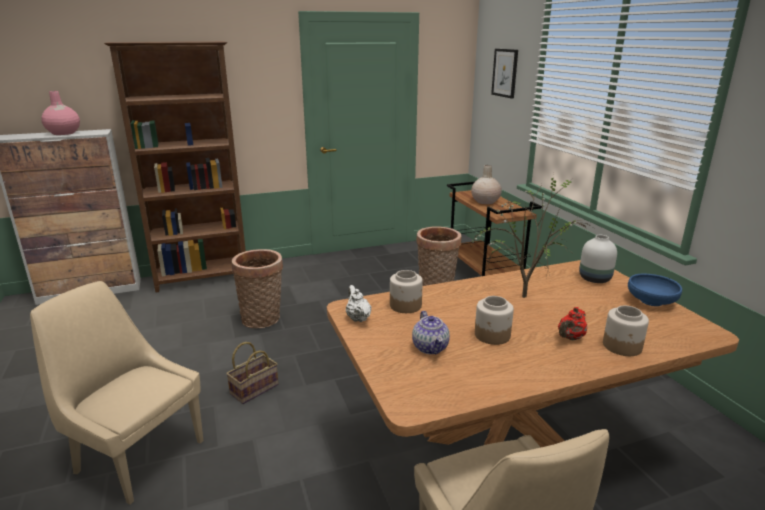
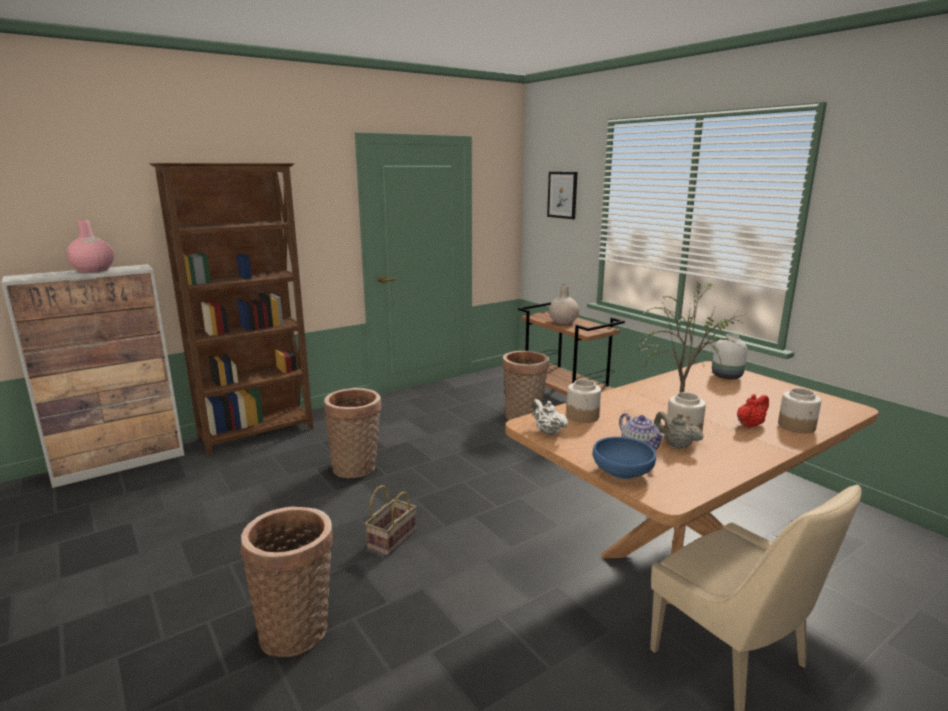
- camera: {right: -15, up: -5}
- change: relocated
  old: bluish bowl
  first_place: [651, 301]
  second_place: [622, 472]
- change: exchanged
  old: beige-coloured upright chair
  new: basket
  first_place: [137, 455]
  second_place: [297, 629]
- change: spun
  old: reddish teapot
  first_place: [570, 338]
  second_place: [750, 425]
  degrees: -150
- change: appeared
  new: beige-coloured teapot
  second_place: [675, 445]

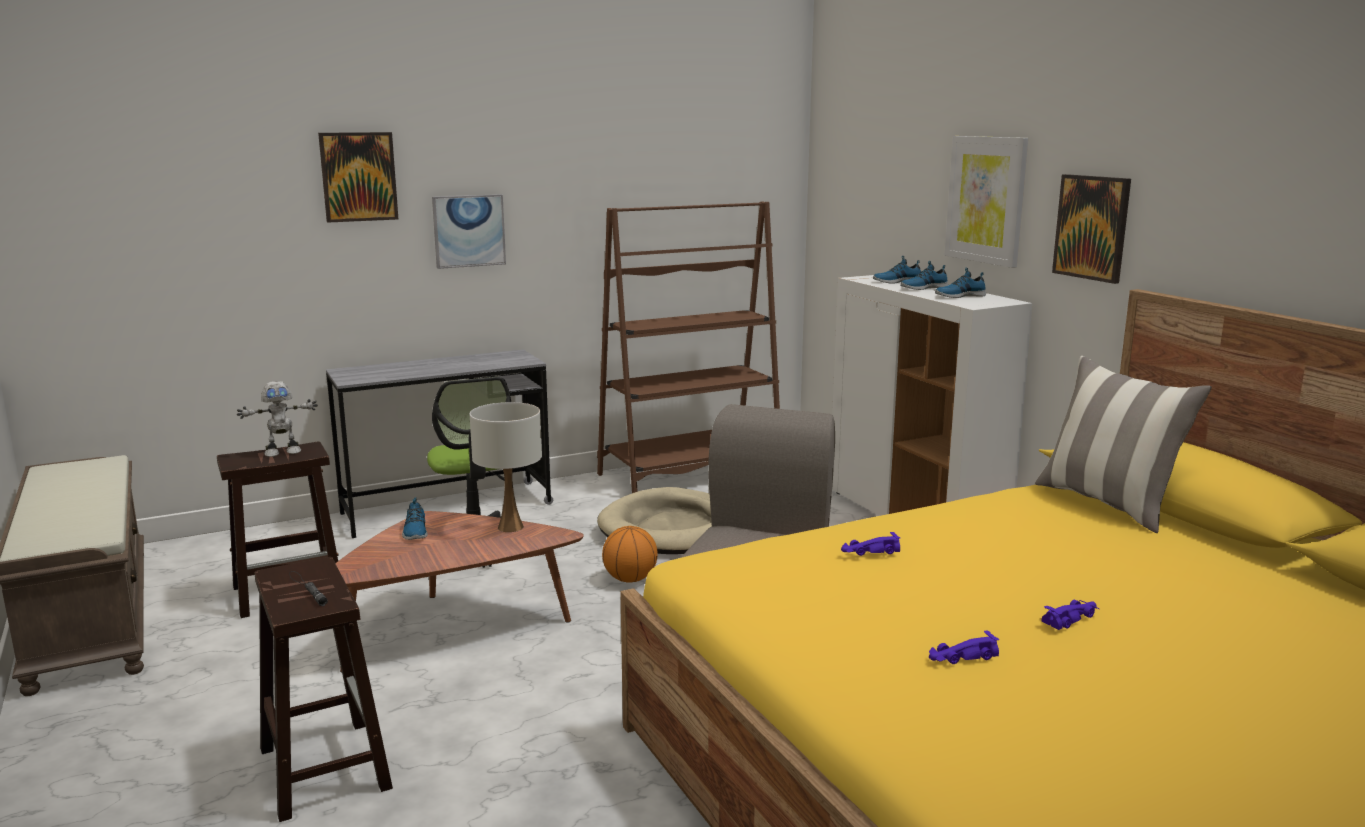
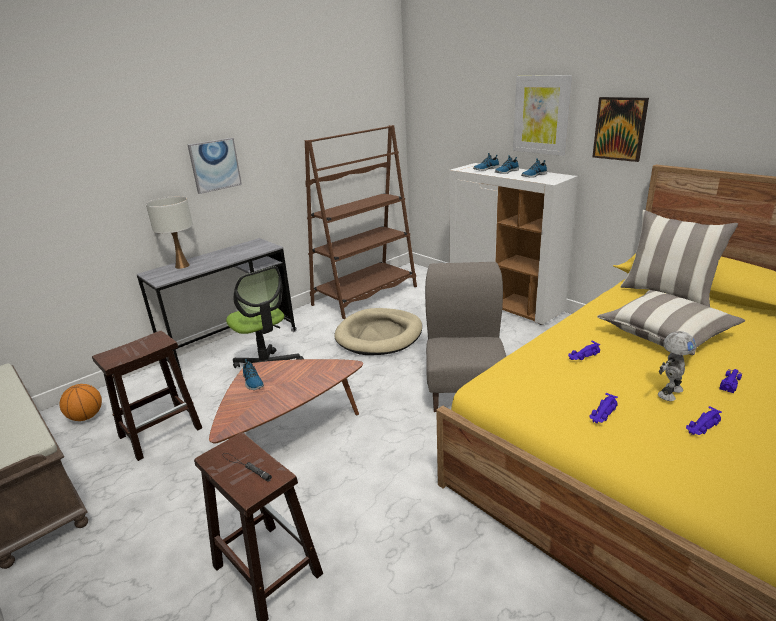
- camera: {right: -15, up: 10}
- change: missing
  old: picture
  first_place: [358, 177]
- change: relocated
  old: toy robot
  first_place: [282, 452]
  second_place: [668, 392]
- change: relocated
  old: white-coloured tabletop lamp
  first_place: [510, 527]
  second_place: [182, 266]
- change: relocated
  old: basketball ball
  first_place: [630, 579]
  second_place: [86, 417]
- change: appeared
  new: cushion
  second_place: [665, 335]
- change: appeared
  new: purple miniature car
  second_place: [602, 414]

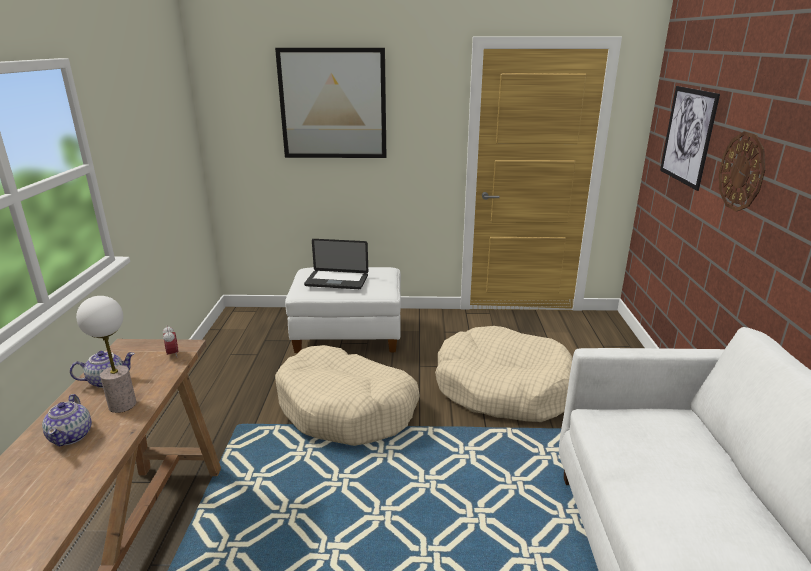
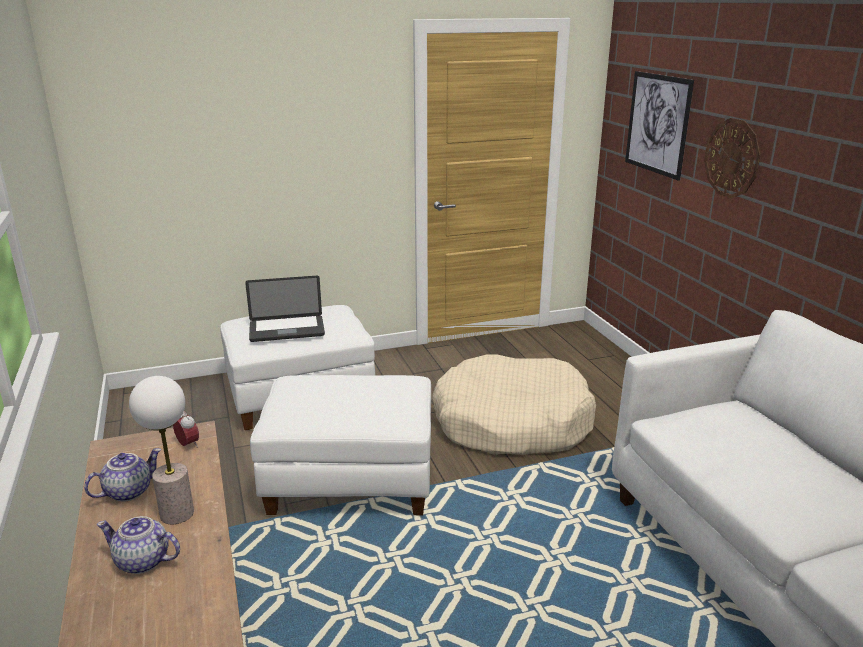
- camera: {right: -20, up: 0}
- change: missing
  old: picture
  first_place: [333, 104]
- change: exchanged
  old: beige-coloured dog cushion
  new: white-coloured footrest
  first_place: [347, 409]
  second_place: [350, 481]
- change: spun
  old: teapot
  first_place: [72, 436]
  second_place: [143, 561]
  degrees: 135

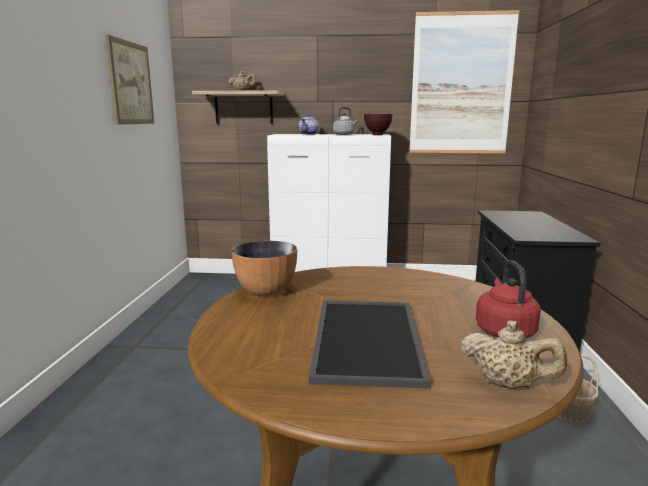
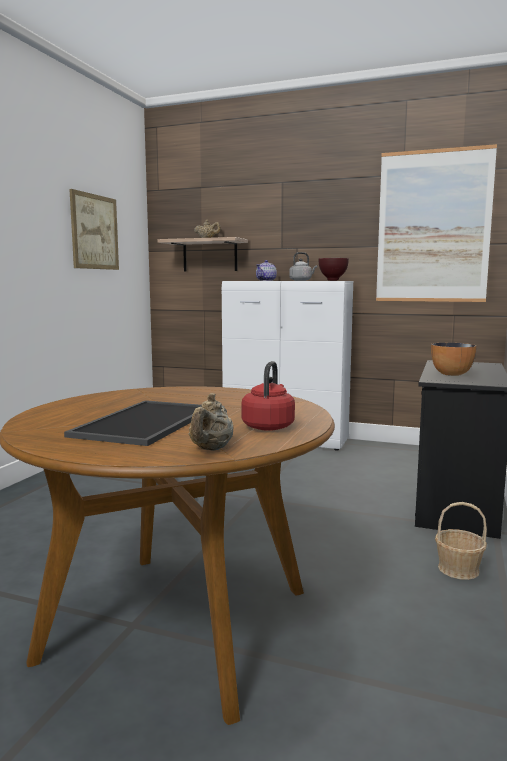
- camera: {right: 15, up: -5}
- change: relocated
  old: bowl
  first_place: [265, 291]
  second_place: [451, 374]
- change: spun
  old: beige-coloured teapot
  first_place: [508, 384]
  second_place: [210, 449]
  degrees: 60

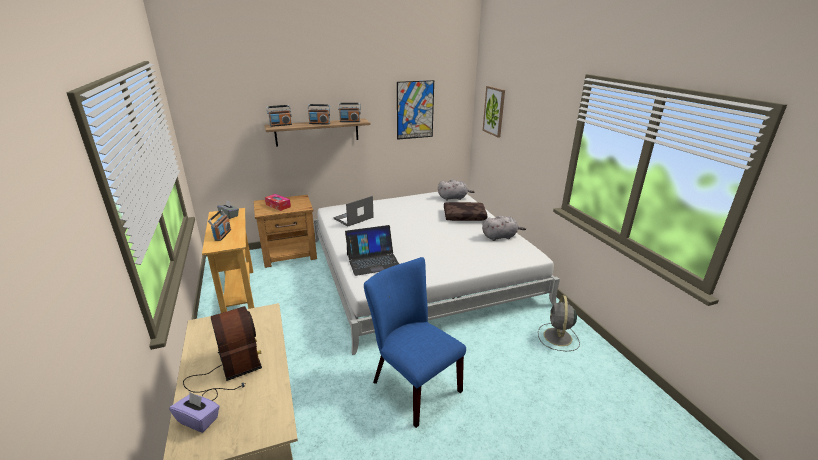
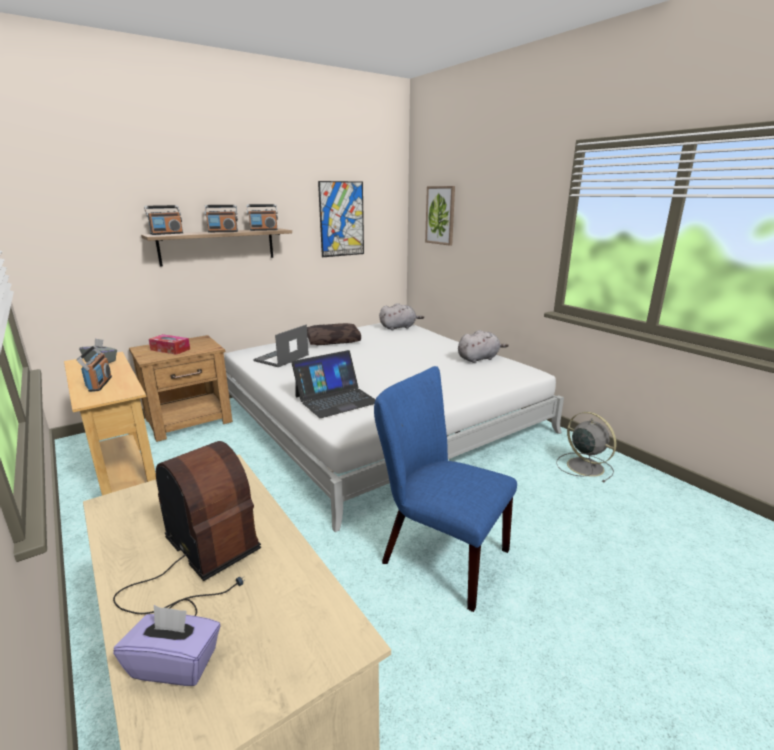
- camera: {right: -15, up: -5}
- change: relocated
  old: brown cushion
  first_place: [464, 216]
  second_place: [333, 340]
- change: spun
  old: gray fan
  first_place: [557, 337]
  second_place: [583, 466]
  degrees: 150

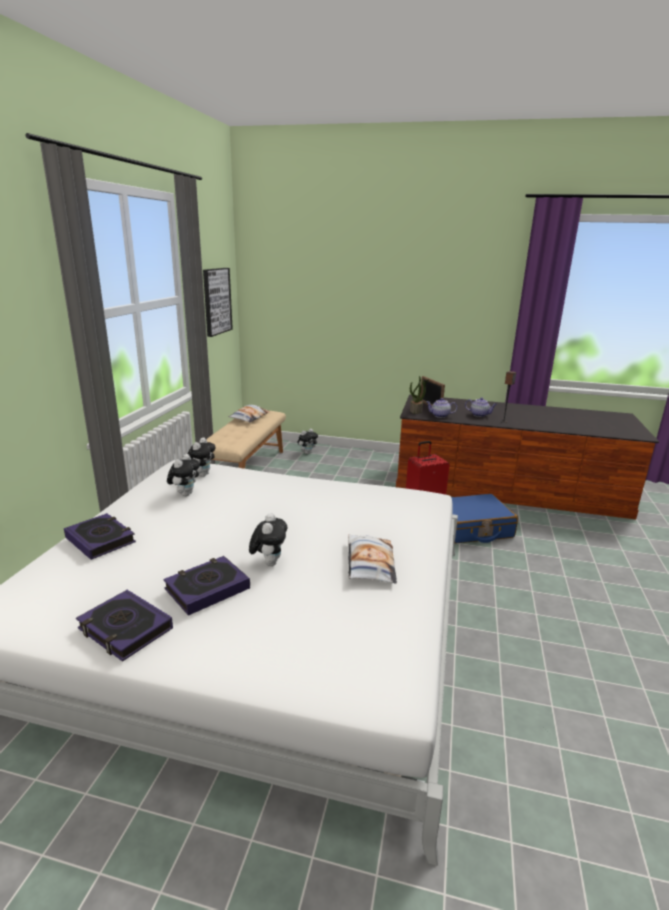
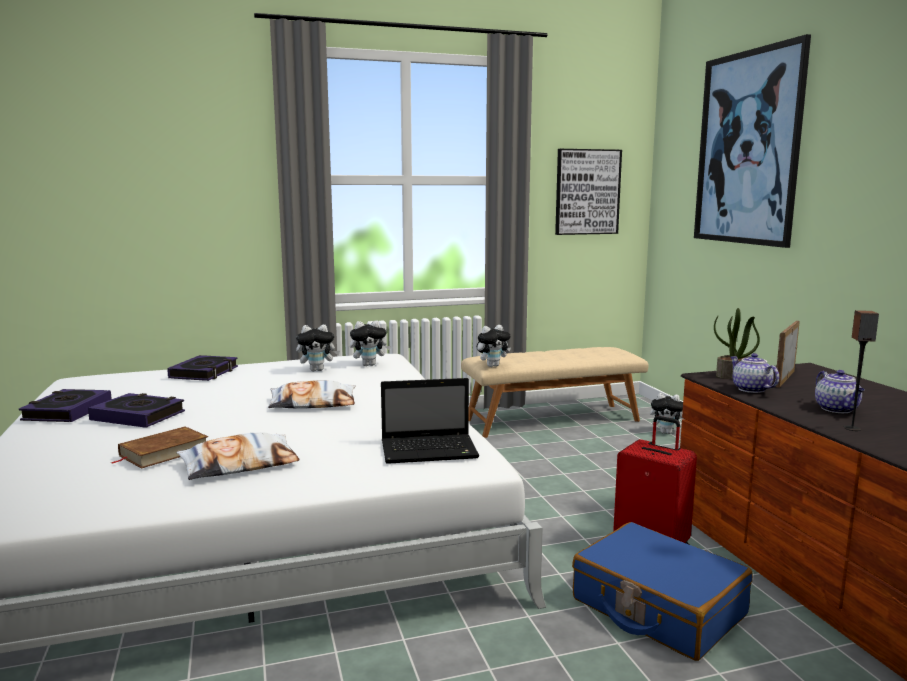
- camera: {right: 60, up: -10}
- change: relocated
  old: cushion
  first_place: [249, 417]
  second_place: [313, 403]
- change: relocated
  old: plush toy
  first_place: [269, 562]
  second_place: [492, 366]
- change: appeared
  new: picture
  second_place: [747, 148]
- change: appeared
  new: laptop
  second_place: [431, 450]
- change: appeared
  new: brown bound book
  second_place: [163, 452]

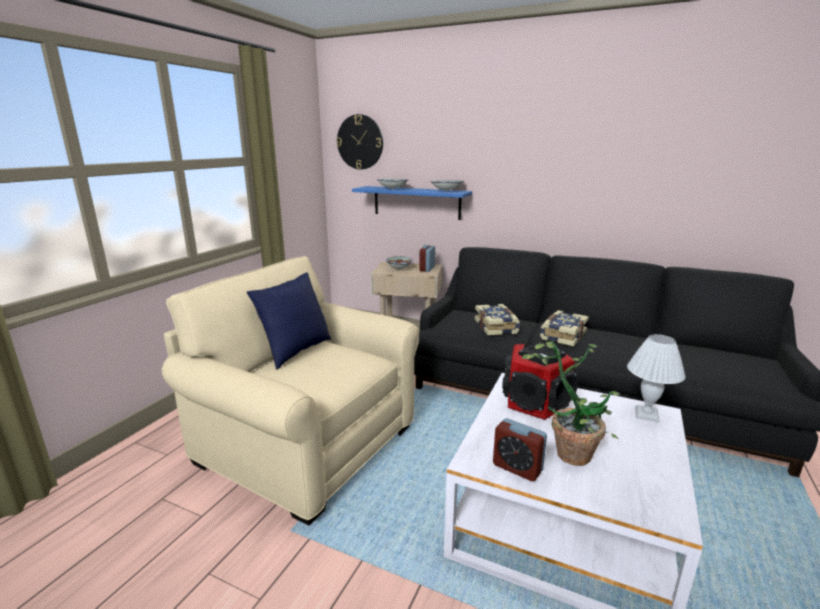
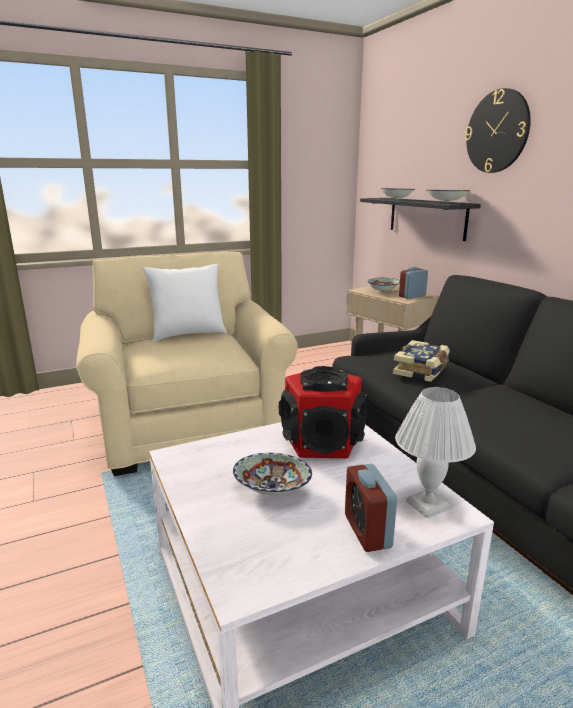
- camera: {right: 40, up: 0}
- change: relocated
  old: hanging clock
  first_place: [360, 142]
  second_place: [497, 131]
- change: colour
  old: bluish bracket shelf
  new: black bracket shelf
  first_place: [416, 202]
  second_place: [426, 217]
- change: colour
  old: bluish cushion
  new: white-coloured cushion
  first_place: [295, 351]
  second_place: [188, 334]
- change: missing
  old: bound book
  first_place: [562, 335]
- change: exchanged
  old: plant in a pot
  new: bowl
  first_place: [571, 449]
  second_place: [272, 489]
- change: relocated
  old: table clock
  first_place: [517, 468]
  second_place: [367, 531]

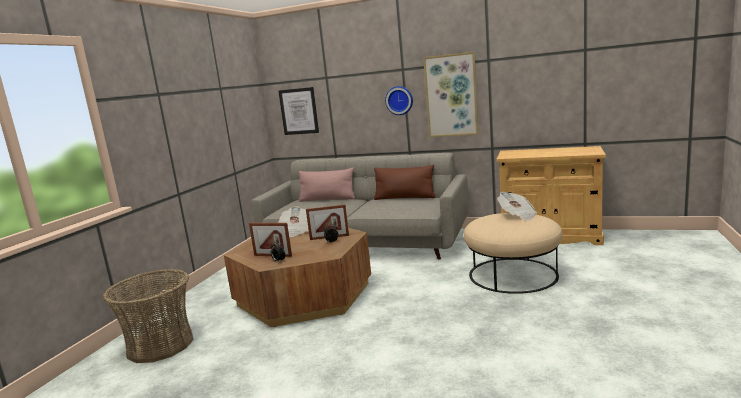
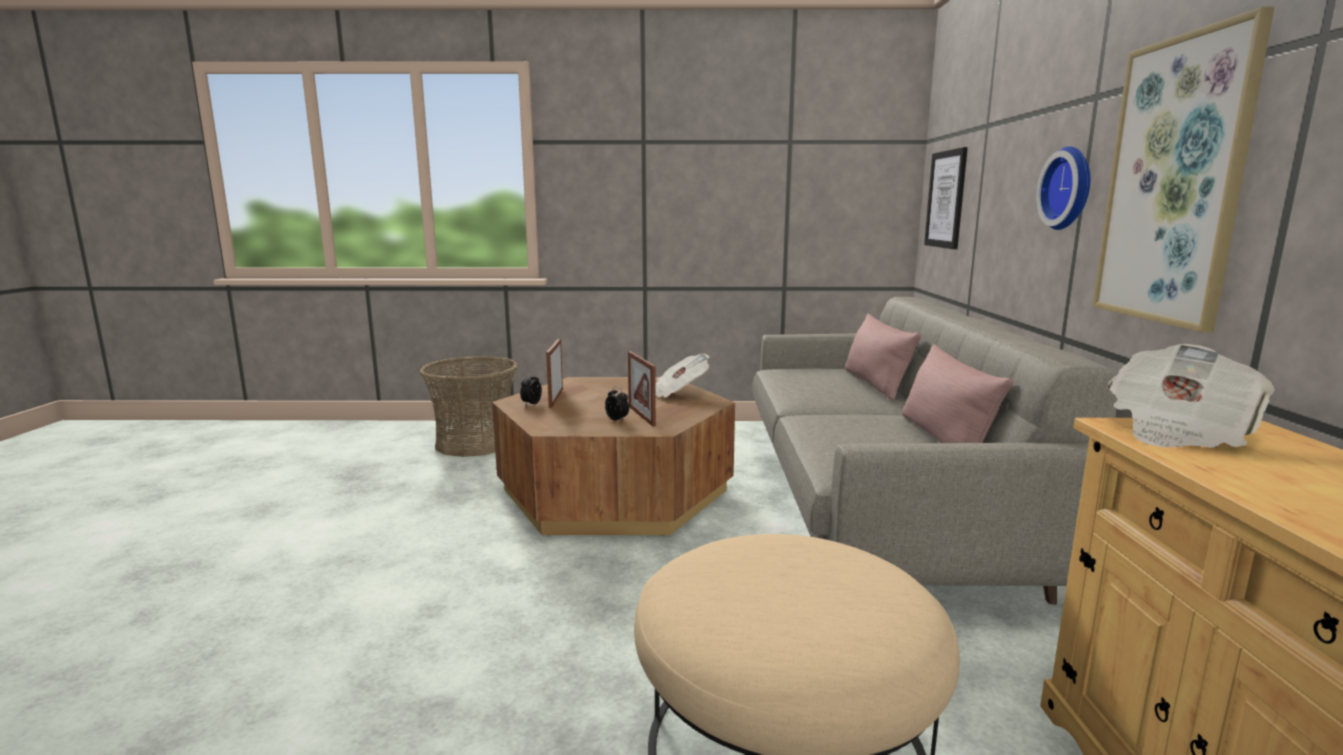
- camera: {right: 70, up: 0}
- change: colour
  old: brown cushion
  new: pink cushion
  first_place: [405, 198]
  second_place: [943, 439]
- change: relocated
  old: daily paper
  first_place: [517, 216]
  second_place: [1177, 431]

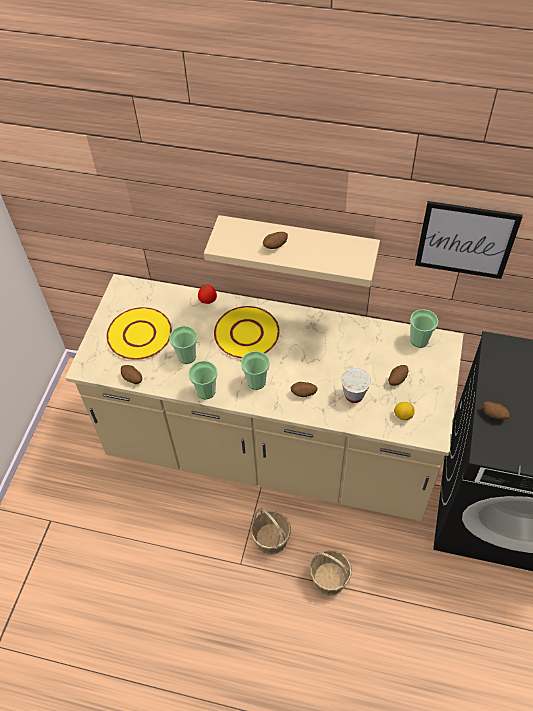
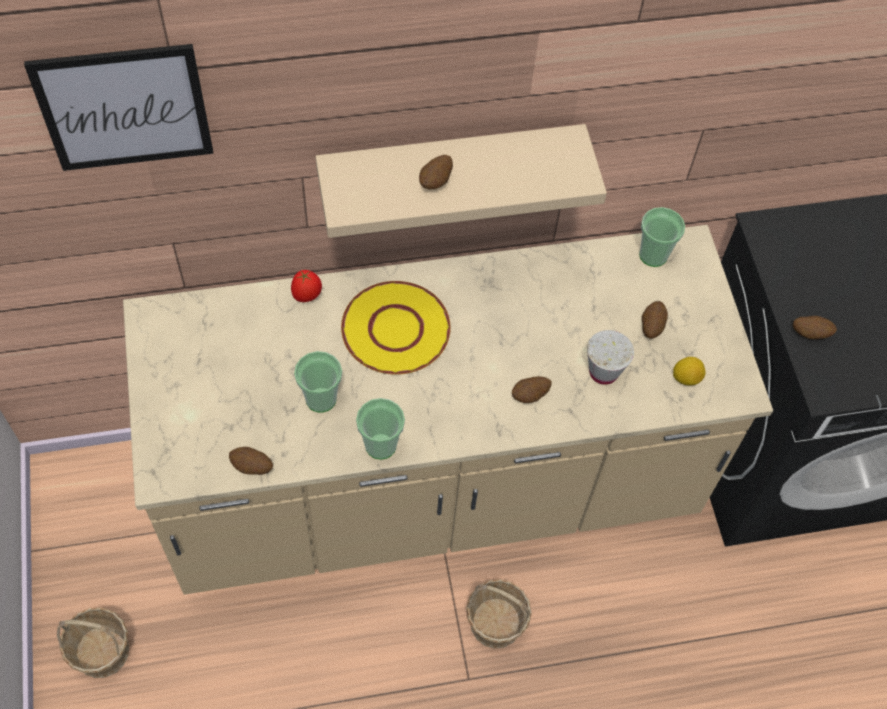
- camera: {right: -30, up: 5}
- change: relocated
  old: picture
  first_place: [465, 240]
  second_place: [124, 108]
- change: missing
  old: yellowish flat dish
  first_place: [140, 334]
- change: missing
  old: small cup
  first_place: [256, 381]
- change: relocated
  old: basket
  first_place: [329, 578]
  second_place: [102, 651]

